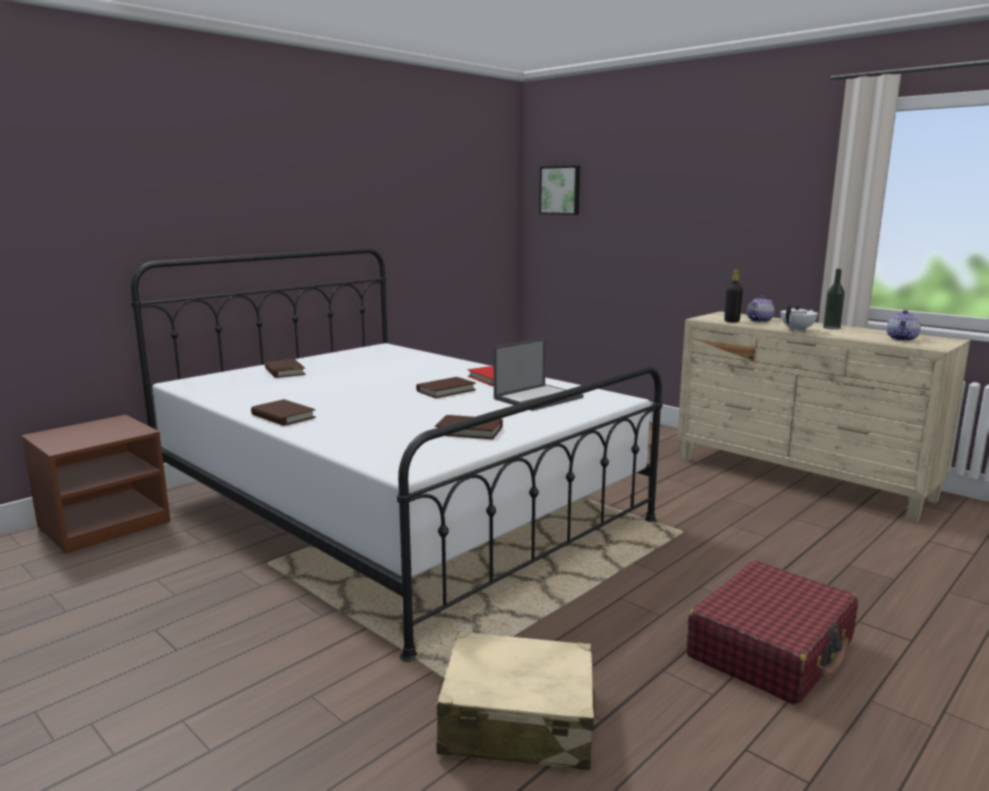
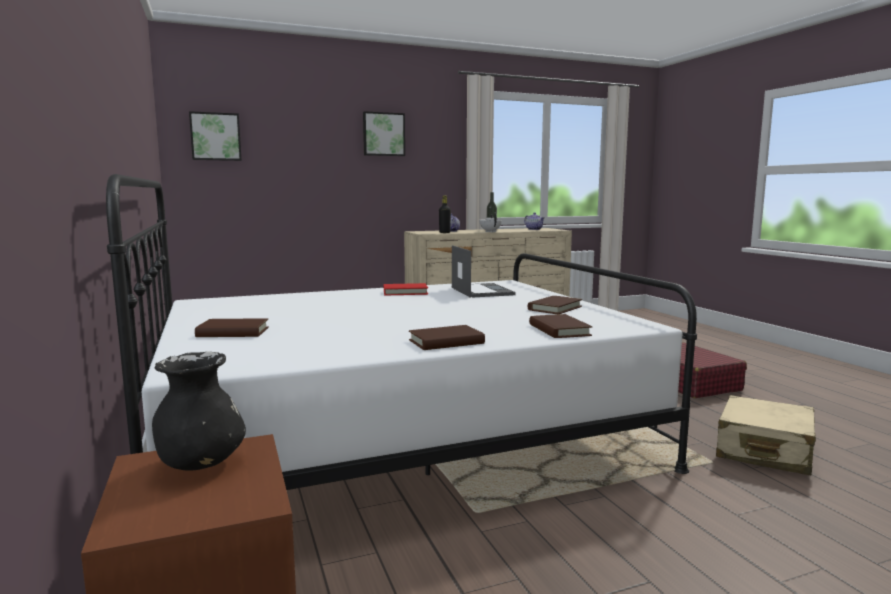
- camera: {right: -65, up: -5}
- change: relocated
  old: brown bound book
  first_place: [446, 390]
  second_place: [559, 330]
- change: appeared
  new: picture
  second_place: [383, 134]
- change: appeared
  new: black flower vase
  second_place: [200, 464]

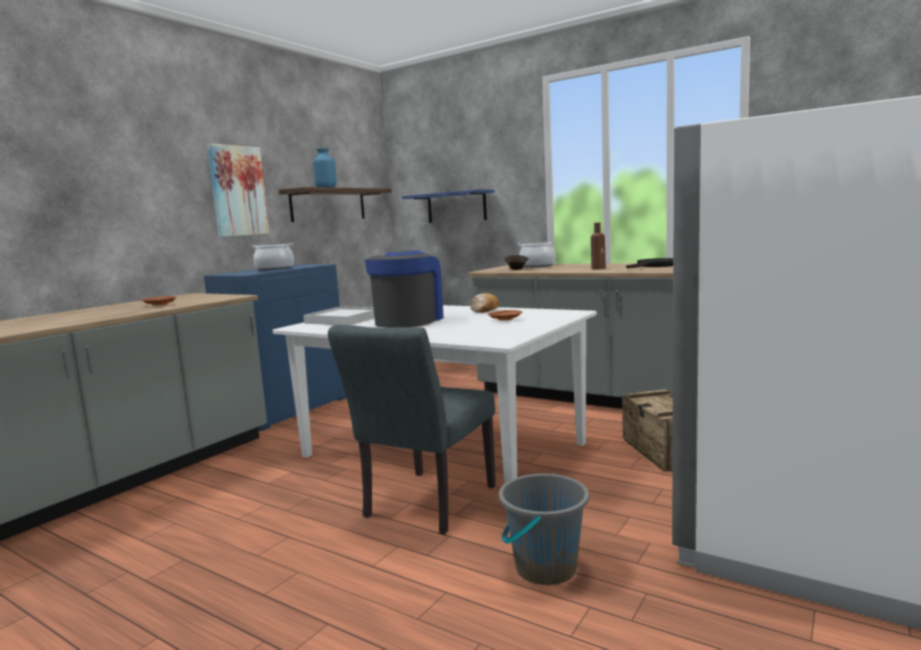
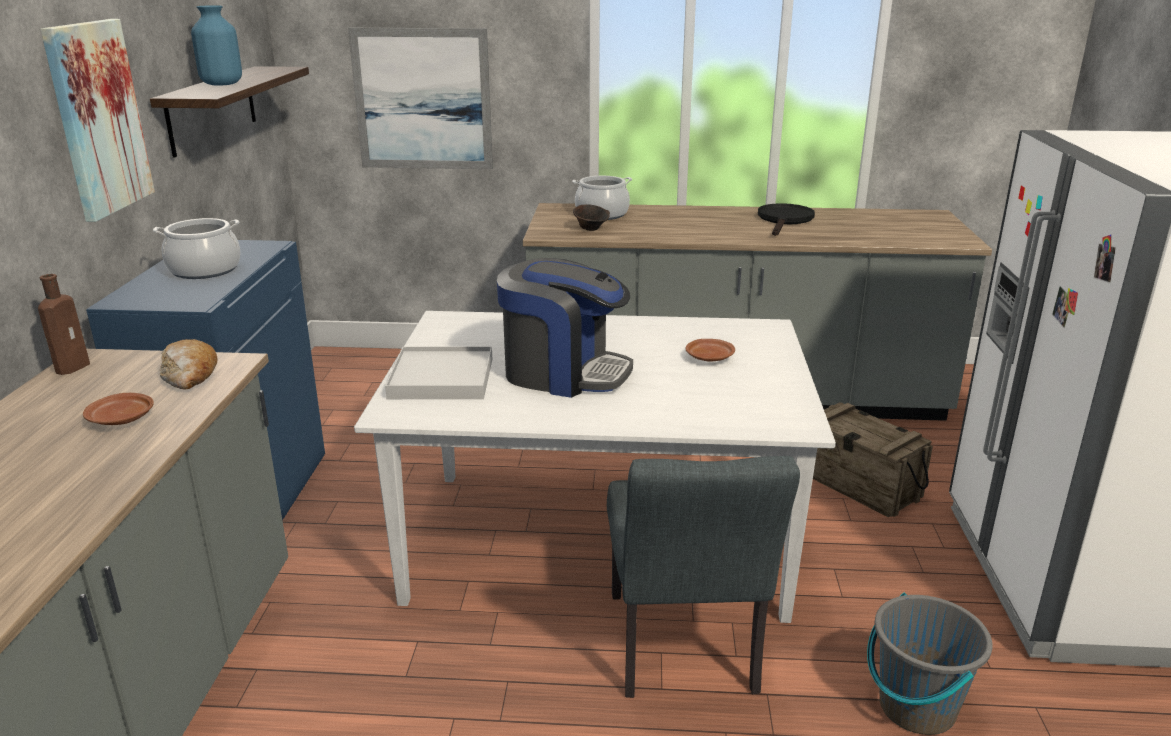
- camera: {right: -30, up: 15}
- change: exchanged
  old: bluish bracket shelf
  new: picture
  first_place: [456, 207]
  second_place: [422, 99]
- change: relocated
  old: brown bottle
  first_place: [599, 268]
  second_place: [74, 366]
- change: spun
  old: coffee maker
  first_place: [409, 320]
  second_place: [564, 373]
  degrees: 120
- change: relocated
  old: baked bread
  first_place: [484, 311]
  second_place: [190, 375]

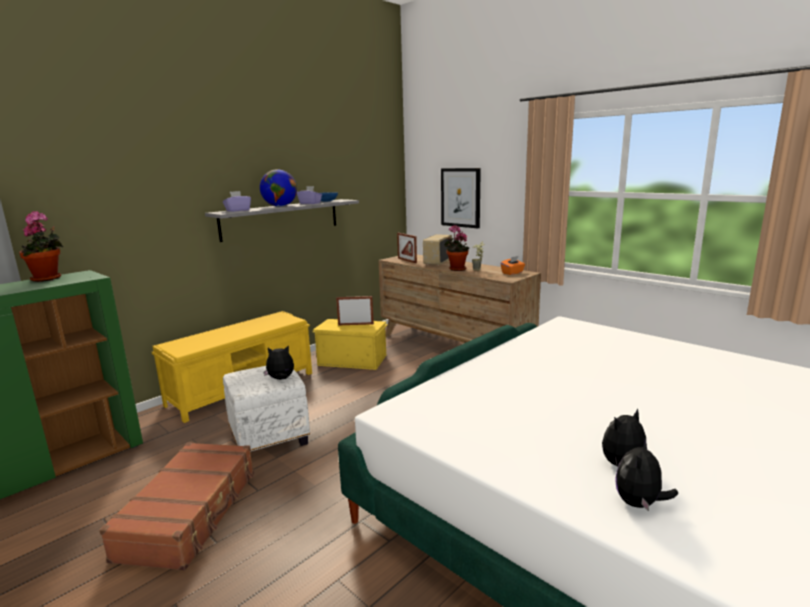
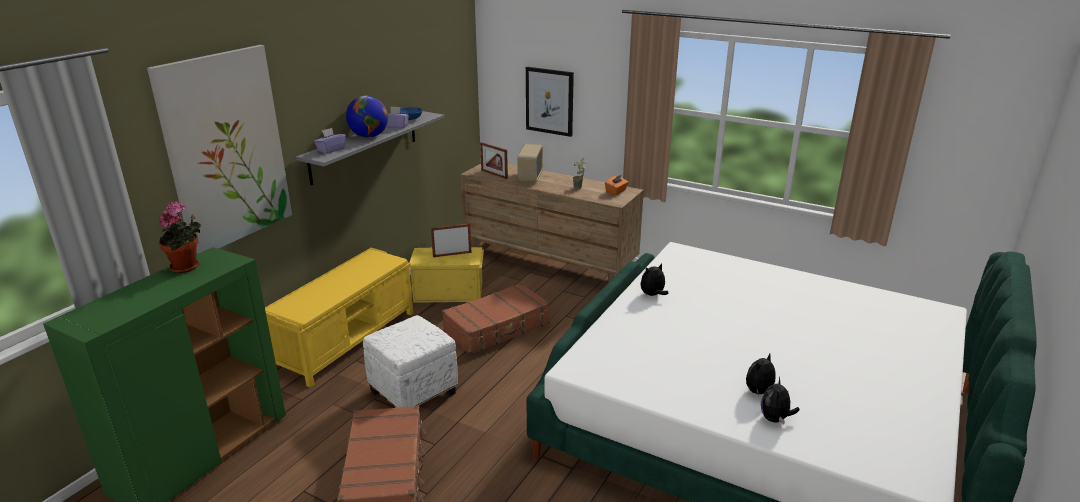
- camera: {right: -15, up: 10}
- change: missing
  old: plant in a pot
  first_place: [456, 269]
- change: relocated
  old: plush toy
  first_place: [281, 379]
  second_place: [652, 295]
- change: appeared
  new: picture
  second_place: [226, 149]
- change: appeared
  new: brown suitcase
  second_place: [498, 328]

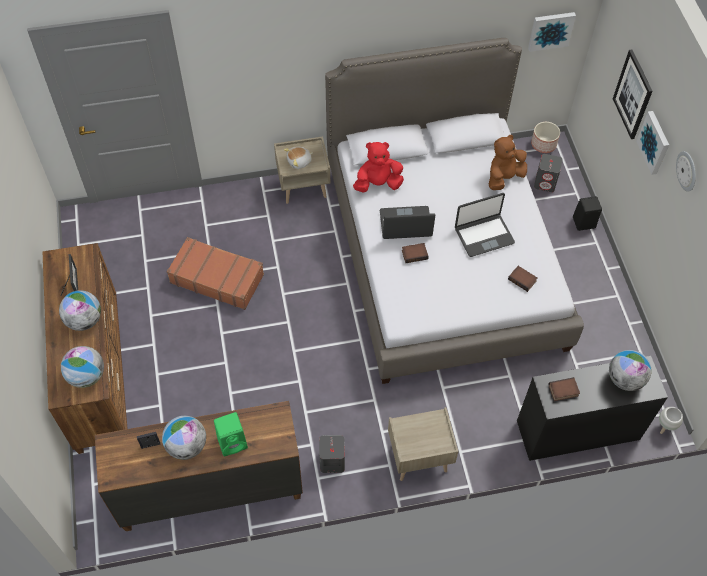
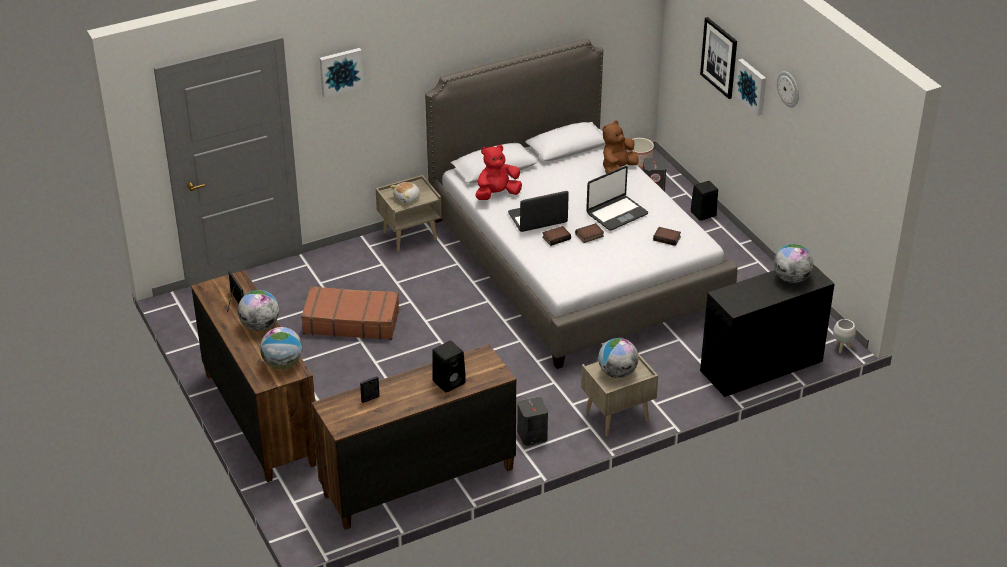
- camera: {right: -15, up: -20}
- change: relocated
  old: picture
  first_place: [550, 30]
  second_place: [340, 71]
- change: relocated
  old: bound book
  first_place: [563, 391]
  second_place: [589, 236]
- change: colour
  old: green speaker
  new: black speaker
  first_place: [233, 442]
  second_place: [449, 381]
- change: relocated
  old: desk globe
  first_place: [187, 446]
  second_place: [617, 373]

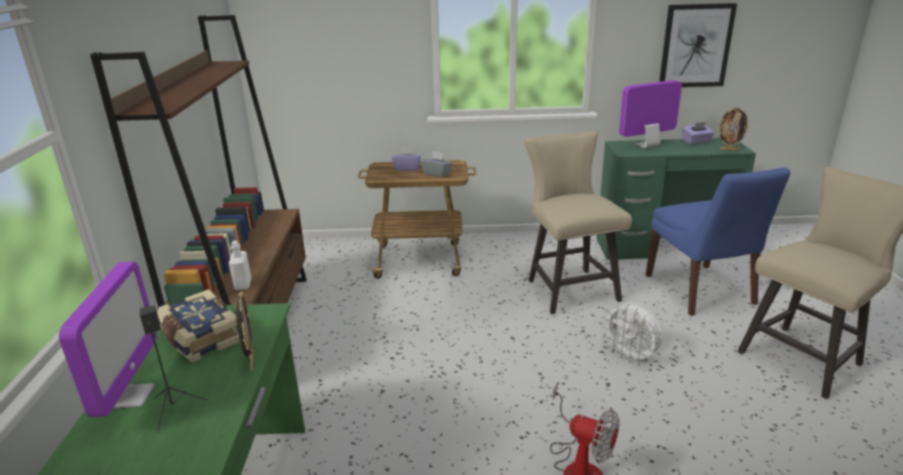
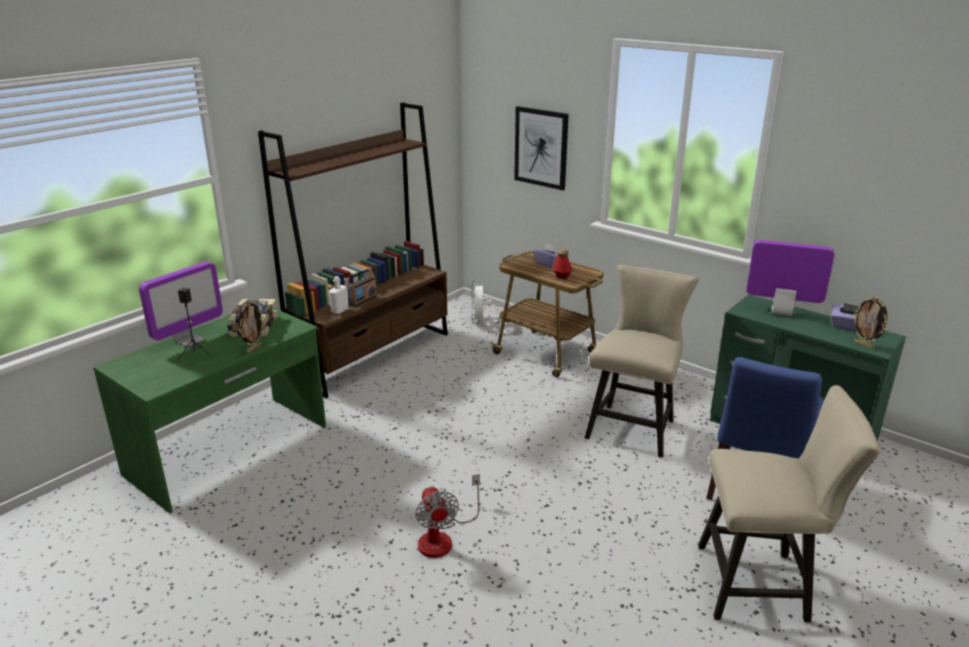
- camera: {right: 40, up: 0}
- change: relocated
  old: picture
  first_place: [695, 46]
  second_place: [541, 147]
- change: exchanged
  old: gray tissue holder
  new: bottle
  first_place: [437, 173]
  second_place: [561, 276]
- change: relocated
  old: white-coloured fan
  first_place: [630, 356]
  second_place: [478, 321]
- change: appeared
  new: radio
  second_place: [363, 300]

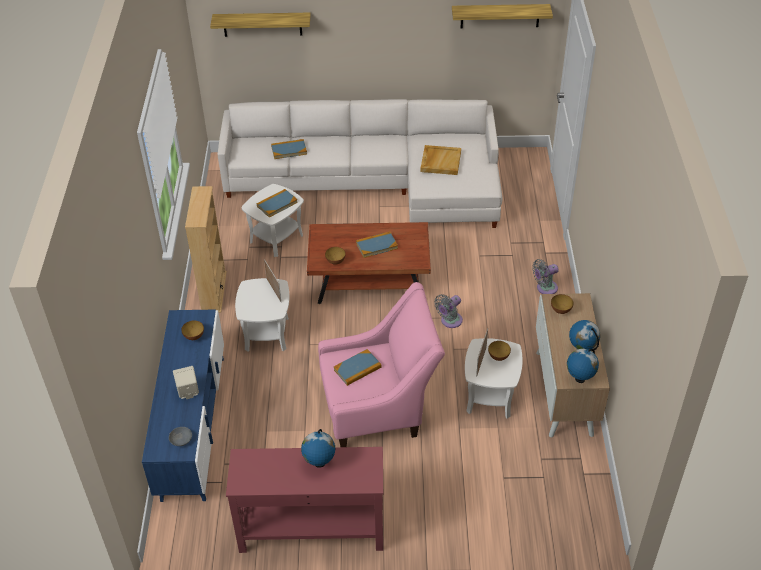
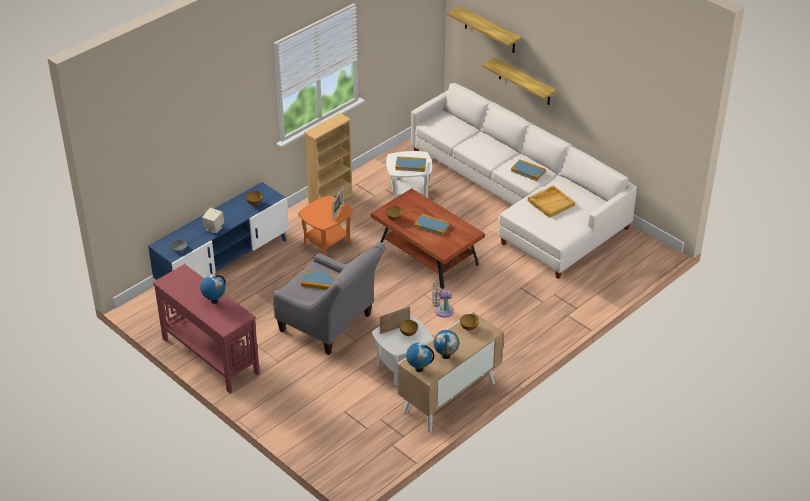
- camera: {right: 45, up: -5}
- change: relocated
  old: bracket shelf
  first_place: [500, 16]
  second_place: [524, 82]
- change: relocated
  old: bound book
  first_place: [289, 150]
  second_place: [528, 171]
- change: missing
  old: gray fan
  first_place: [545, 288]
- change: colour
  old: white-coloured accent table
  new: orangey accent table
  first_place: [266, 333]
  second_place: [327, 244]
- change: colour
  old: pink easy chair
  new: gray easy chair
  first_place: [379, 408]
  second_place: [331, 326]

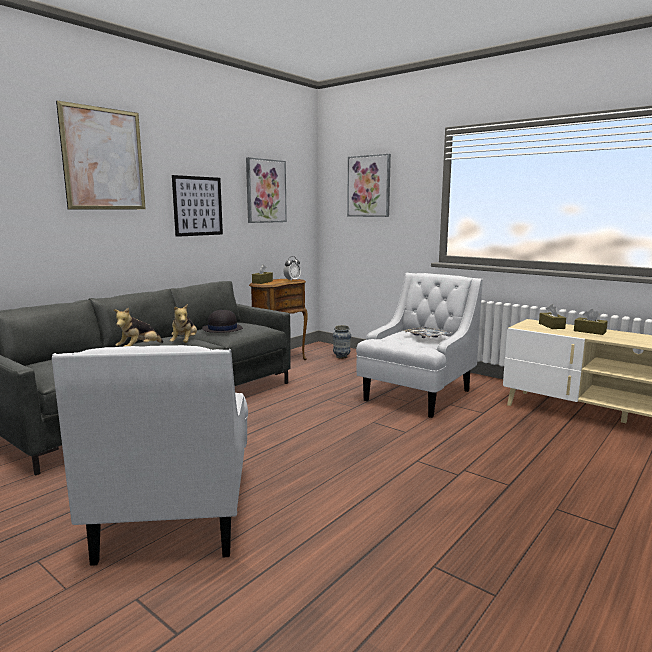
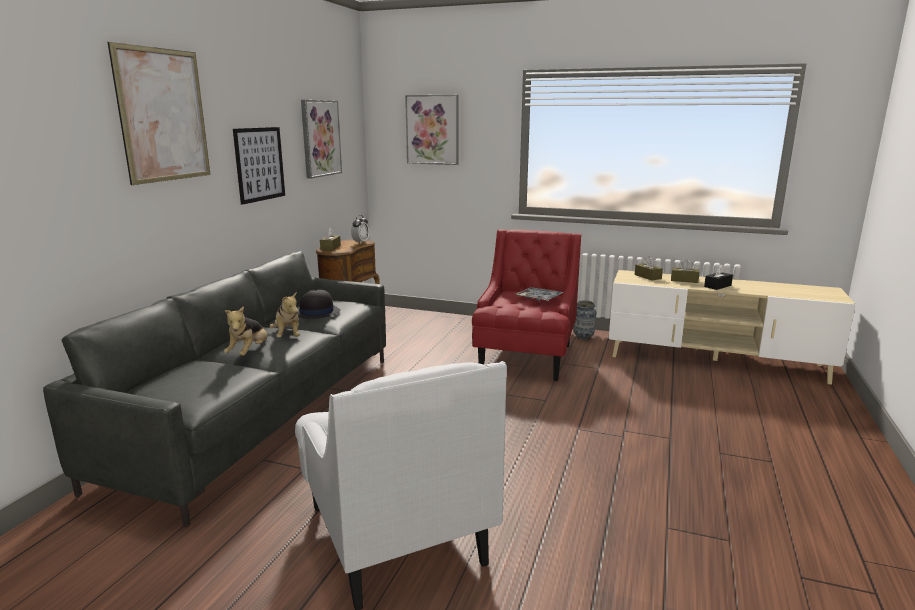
- camera: {right: -20, up: 5}
- change: colour
  old: white-coloured easy chair
  new: reddish easy chair
  first_place: [417, 396]
  second_place: [526, 358]
- change: relocated
  old: flower vase
  first_place: [341, 357]
  second_place: [583, 338]
- change: appeared
  new: black tissue holder
  second_place: [717, 286]

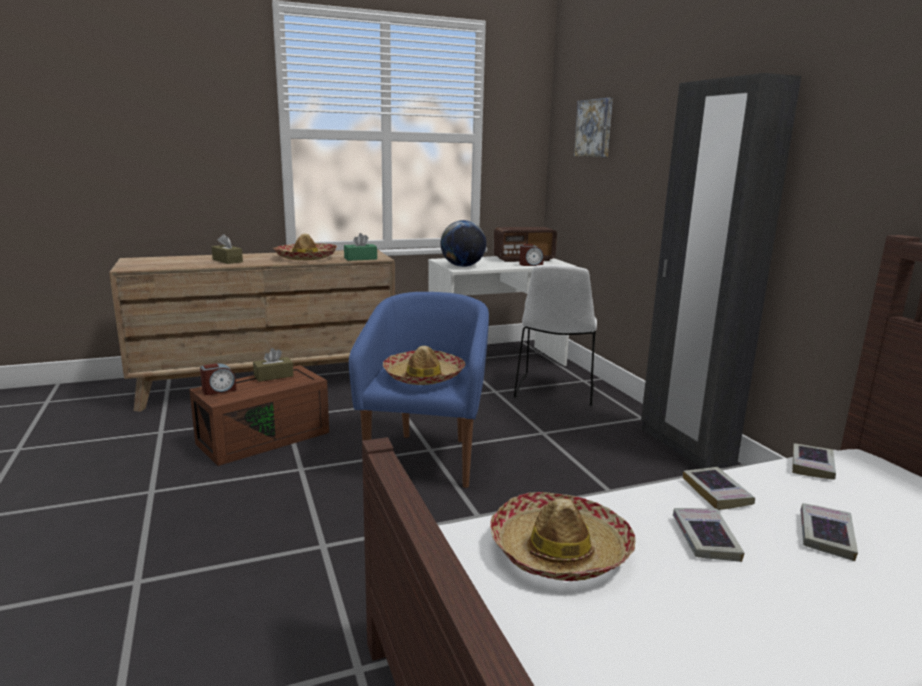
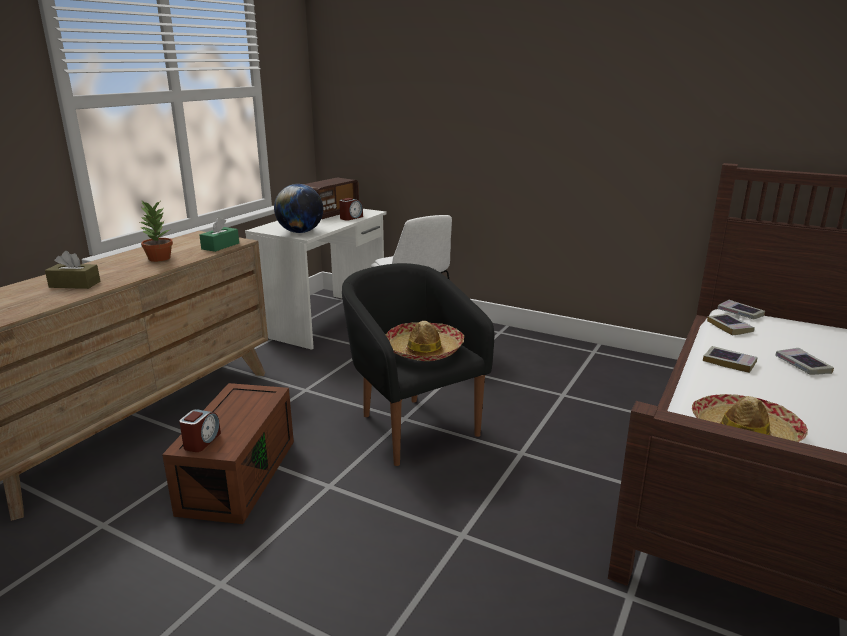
- camera: {right: -40, up: 5}
- change: missing
  old: black armoire
  first_place: [685, 446]
- change: missing
  old: picture
  first_place: [595, 128]
- change: exchanged
  old: wearable hat
  new: plant in a pot
  first_place: [306, 258]
  second_place: [158, 258]
- change: colour
  old: bluish easy chair
  new: black easy chair
  first_place: [425, 457]
  second_place: [412, 426]
- change: missing
  old: brown tissue holder
  first_place: [273, 376]
- change: relocated
  old: bound book
  first_place: [705, 539]
  second_place: [740, 313]

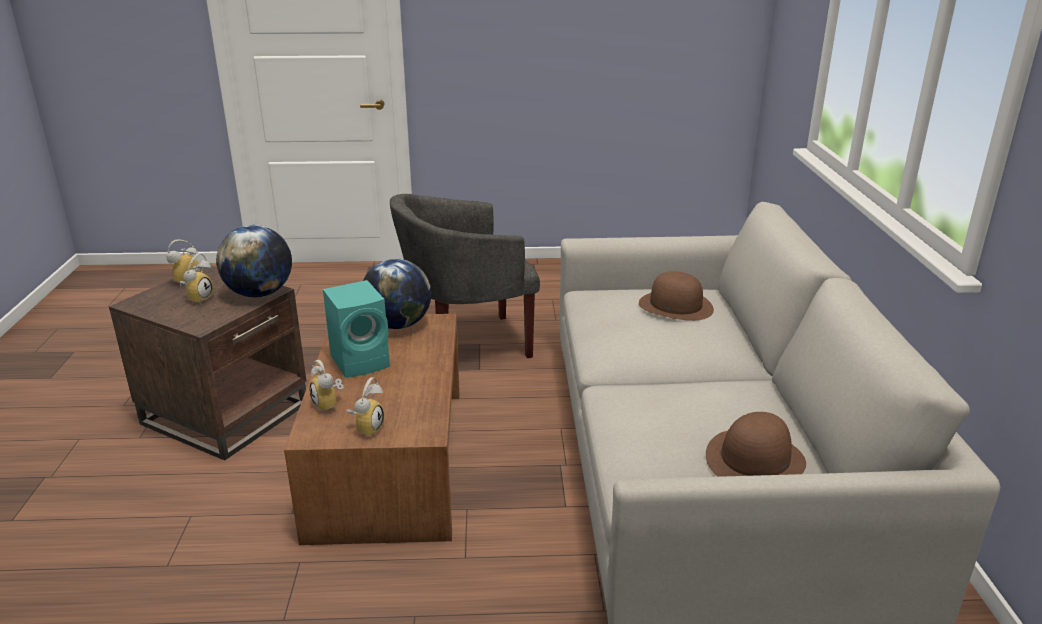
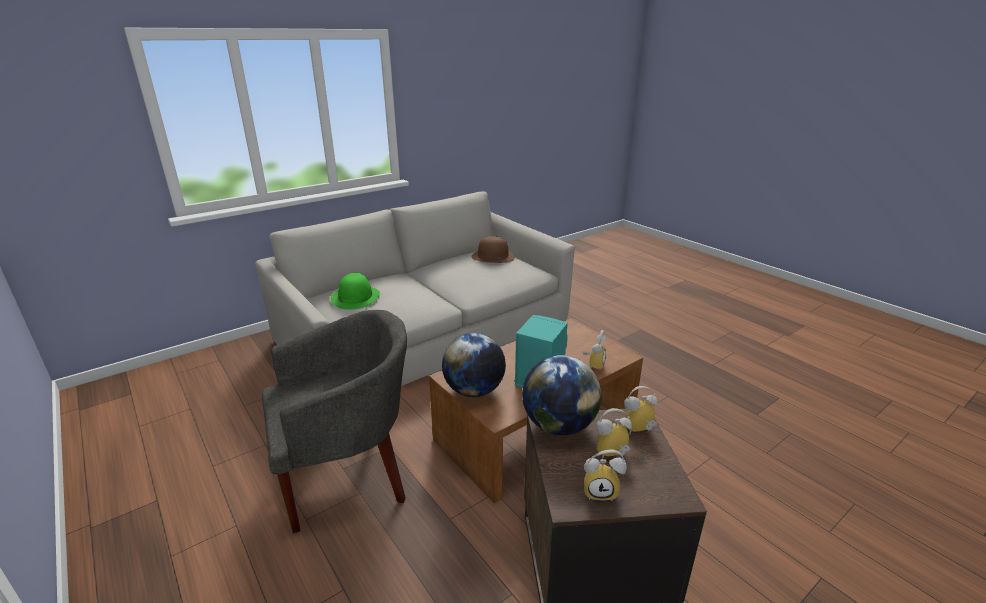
- camera: {right: -125, up: 0}
- change: spun
  old: gray easy chair
  first_place: [466, 344]
  second_place: [348, 476]
  degrees: -60
- change: colour
  old: brown wearable hat
  new: green wearable hat
  first_place: [676, 306]
  second_place: [355, 297]
- change: relocated
  old: table clock
  first_place: [367, 428]
  second_place: [639, 432]

